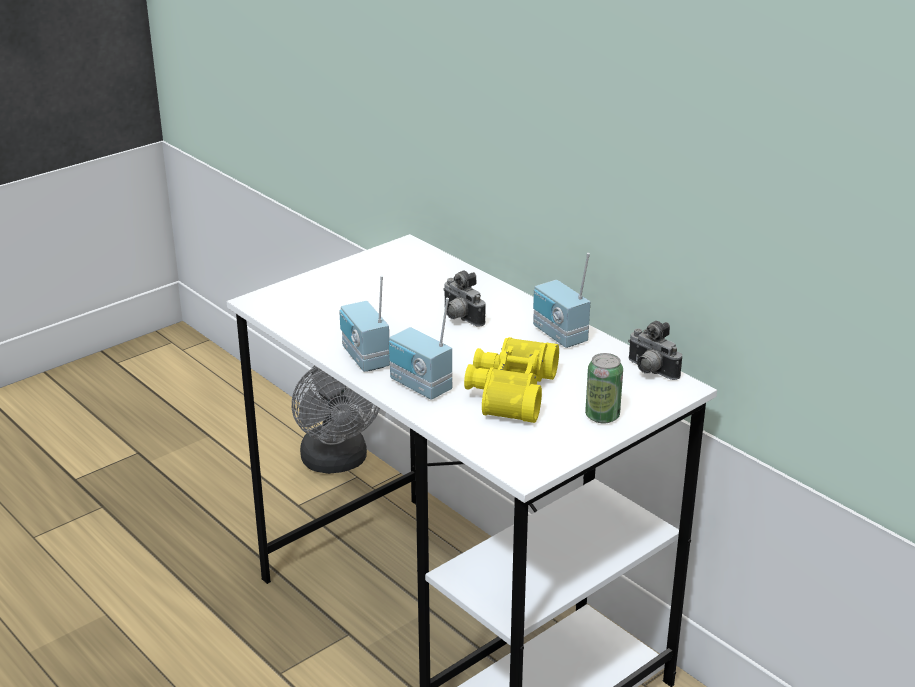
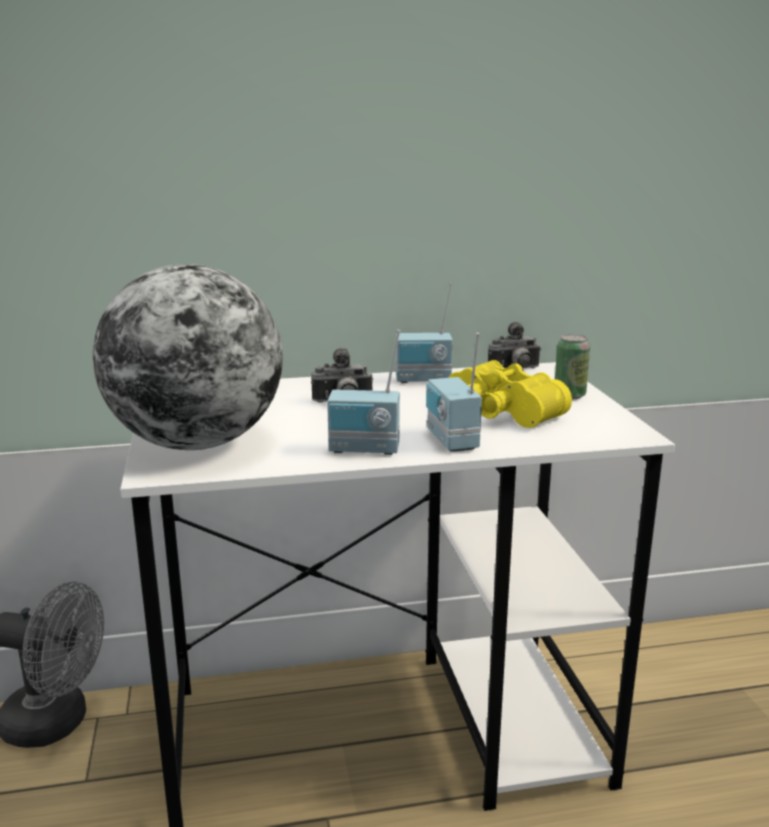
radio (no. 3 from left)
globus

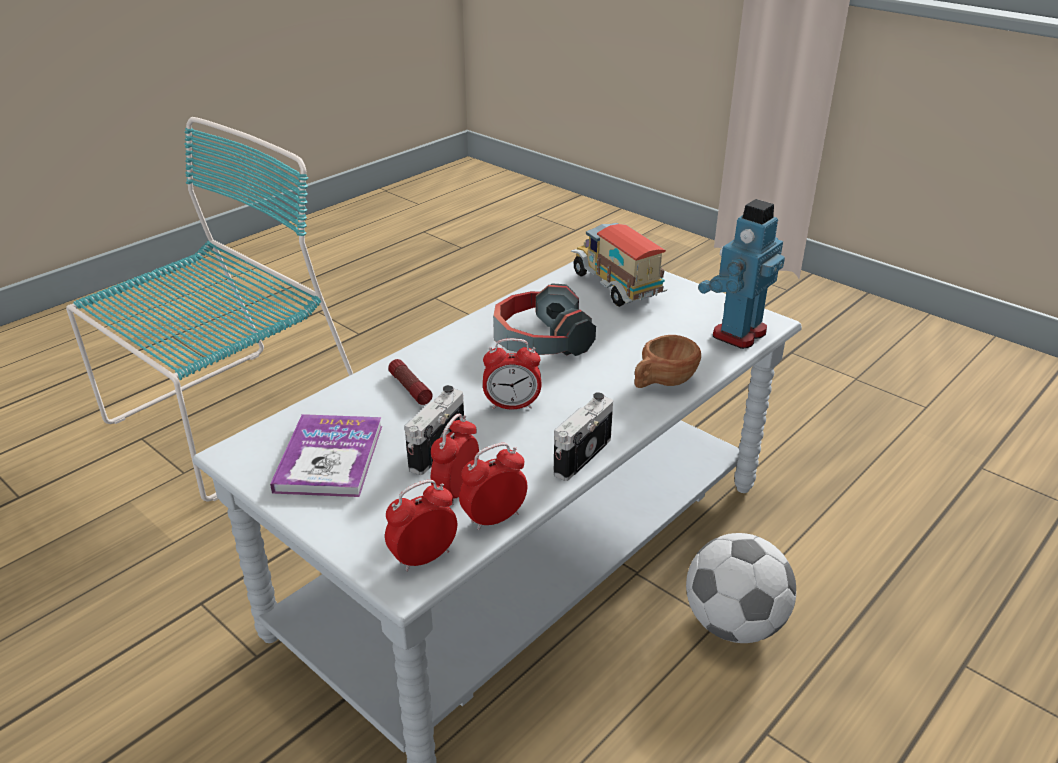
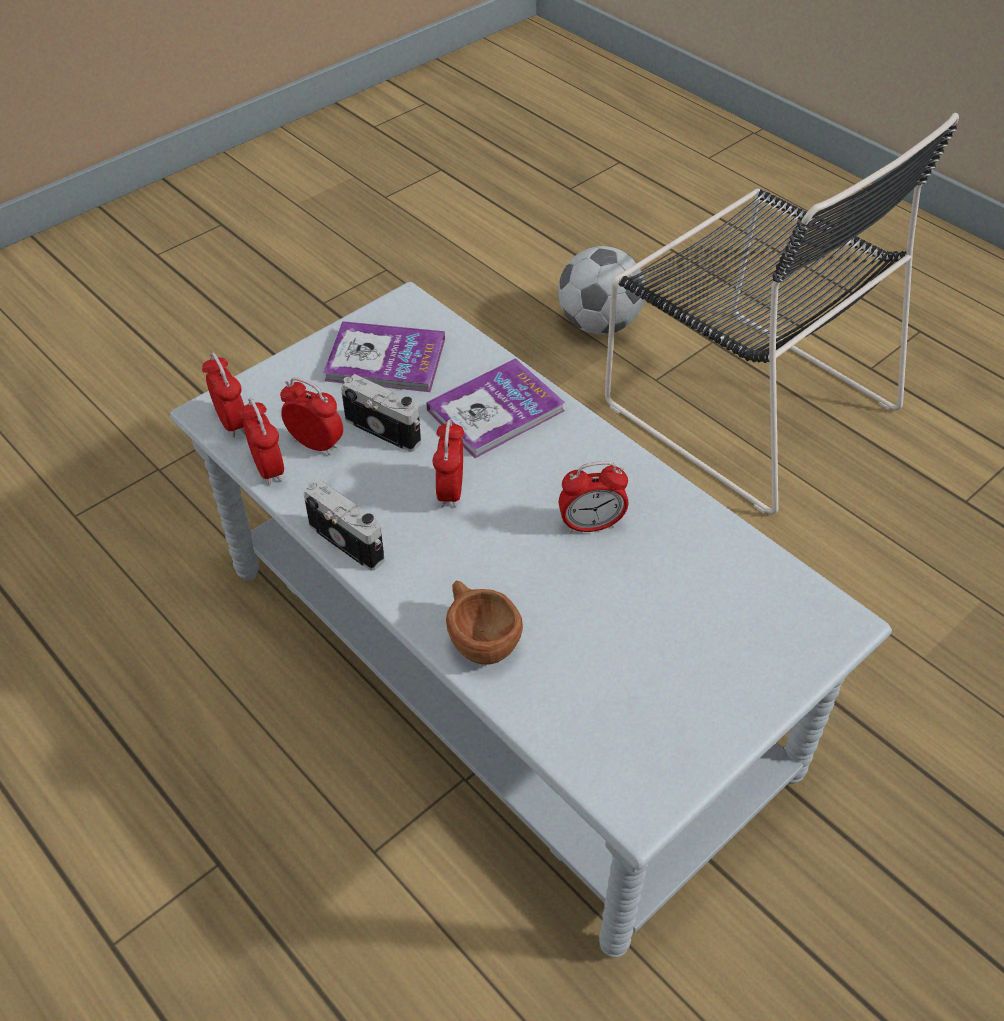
krzesło (czarny)
książka (no. 2 from left)
budzik (no. 5 from left)
ciężarówka zabawkowa
piłka futbolowa
robot zabawkowy

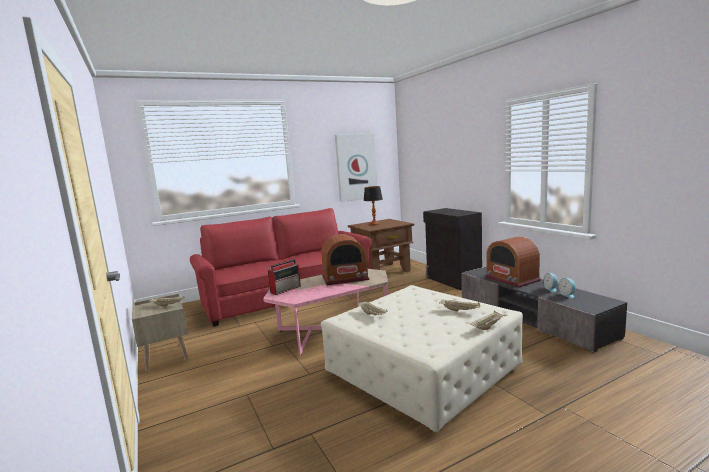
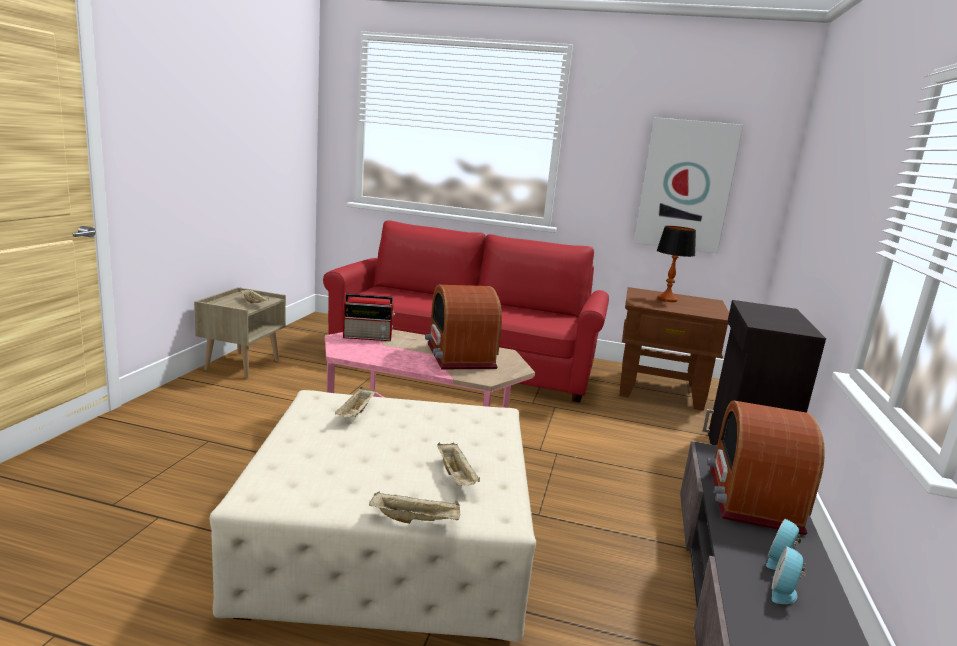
radio (no. 2 from left)

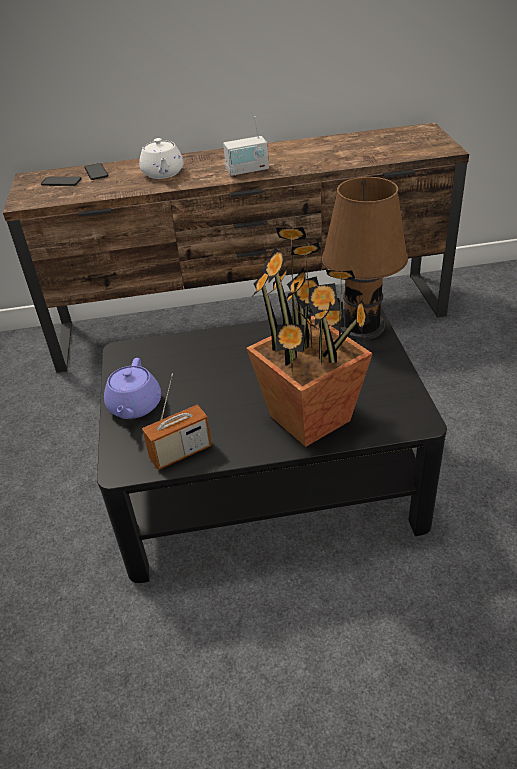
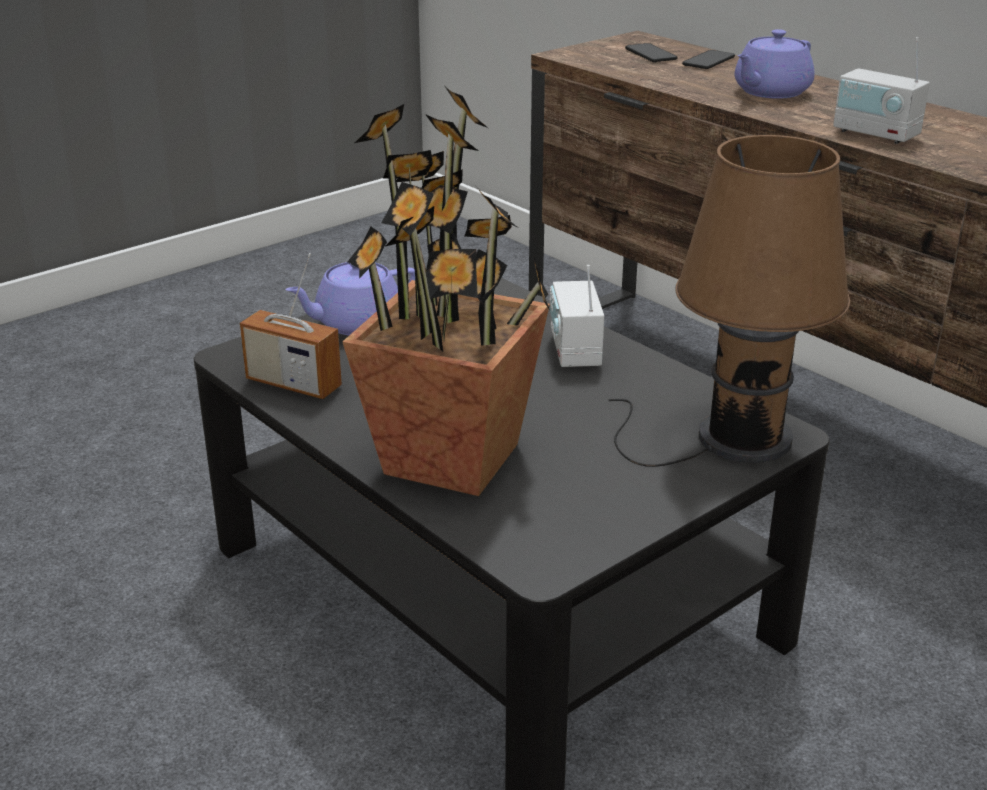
imbryk (fioletowy) (no. 2 from left)
radio (no. 2 from left)

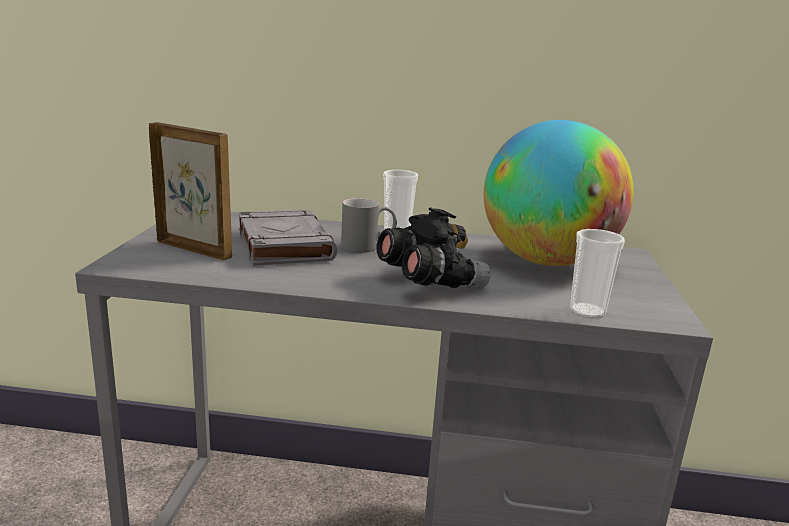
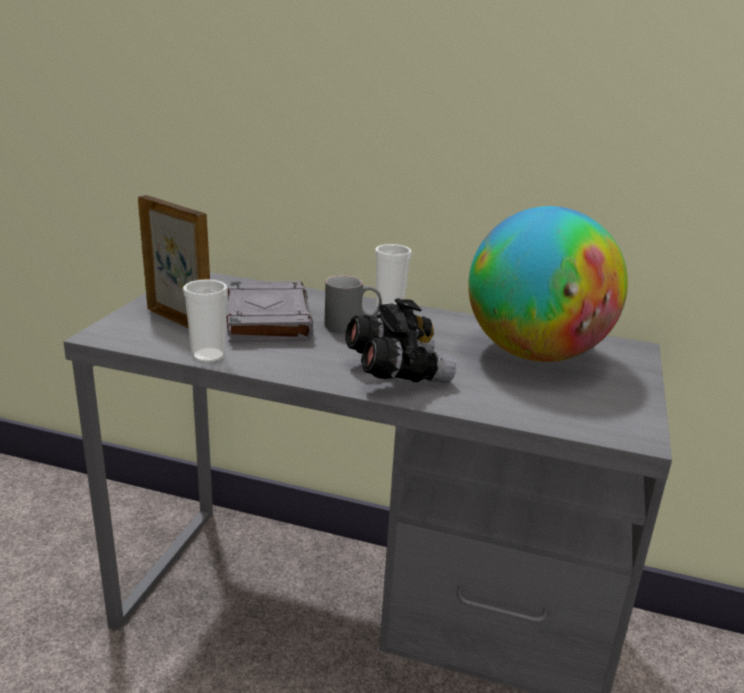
filiżanka (no. 1 from left)

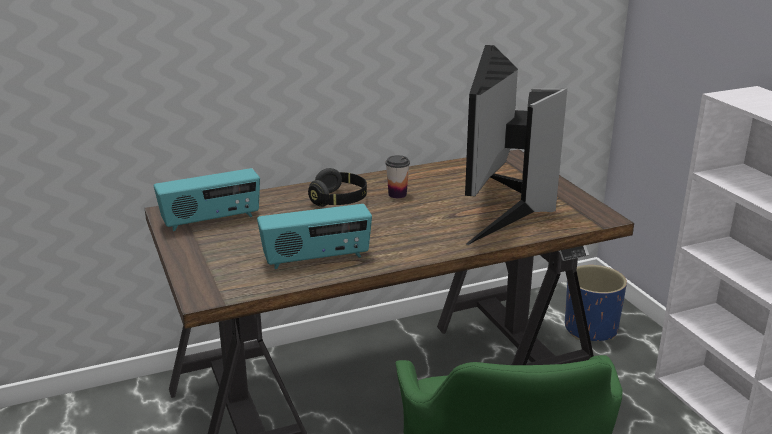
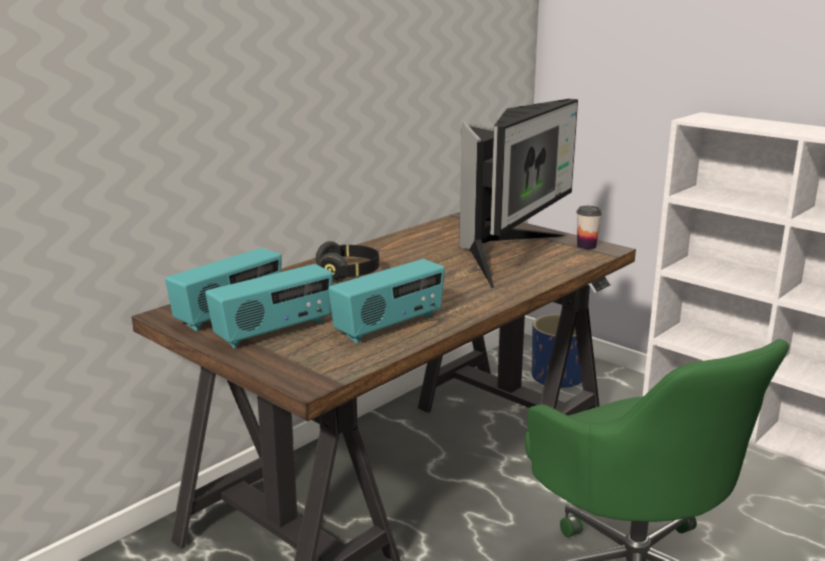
filiżanka
monitor
radio (no. 2 from left)

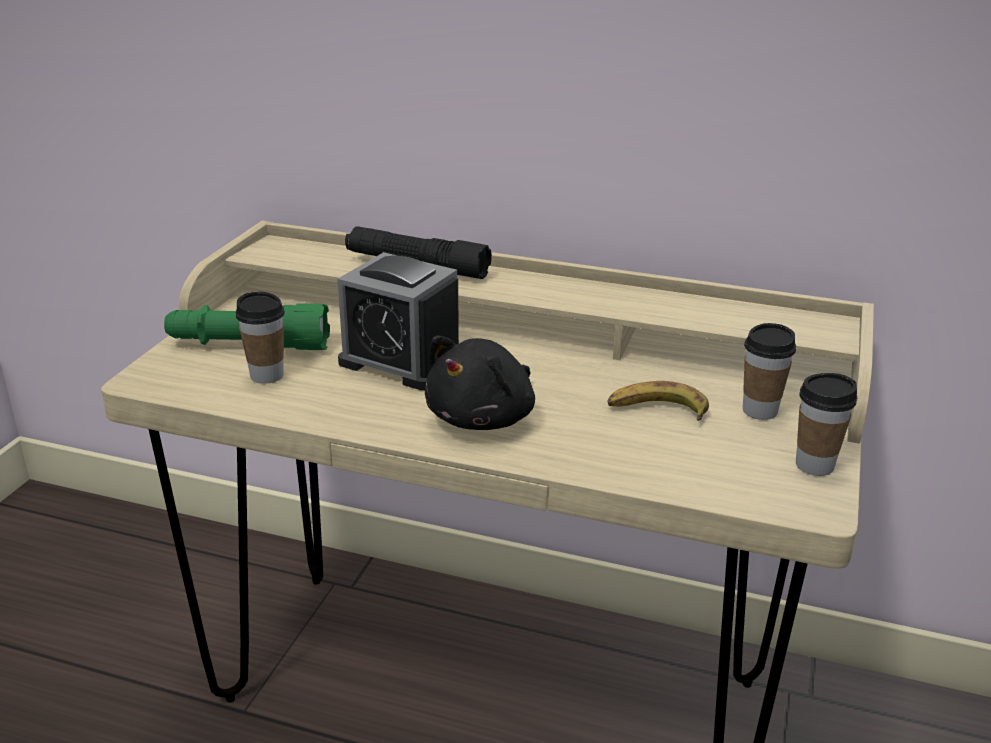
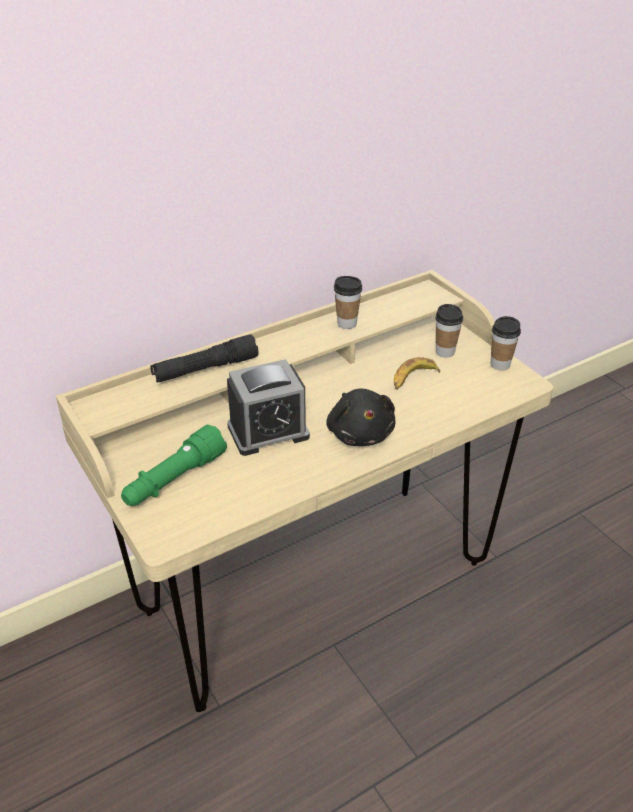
filiżanka (no. 1 from left)

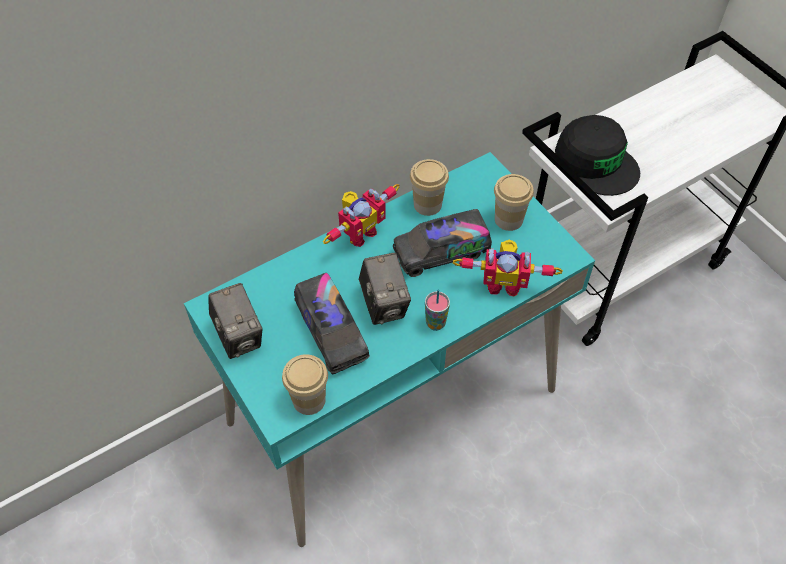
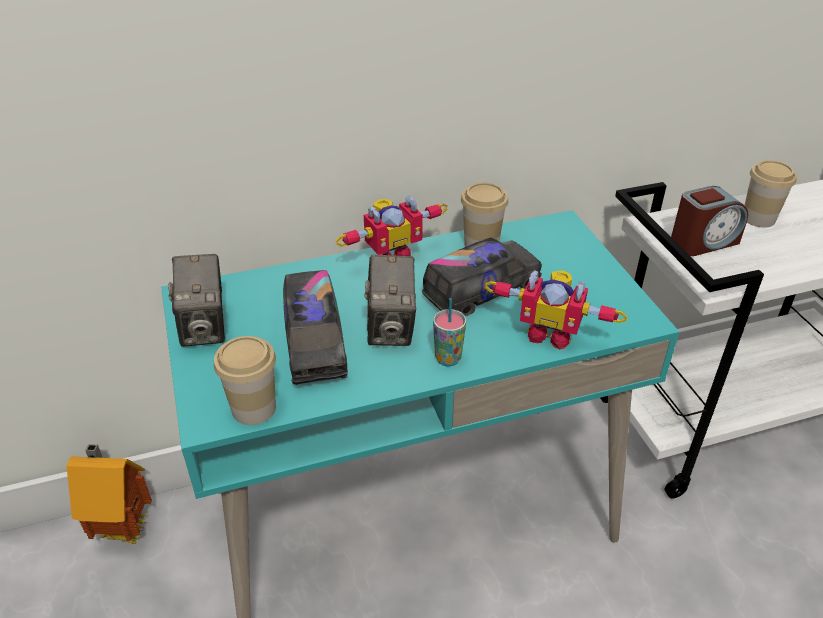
ciężarówka zabawkowa (no. 2 from left)
filiżanka (no. 4 from left)
budzik
domek

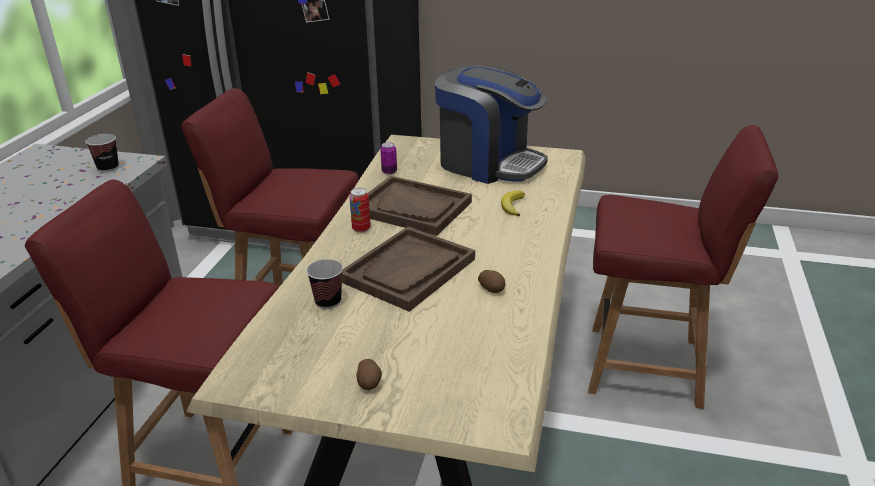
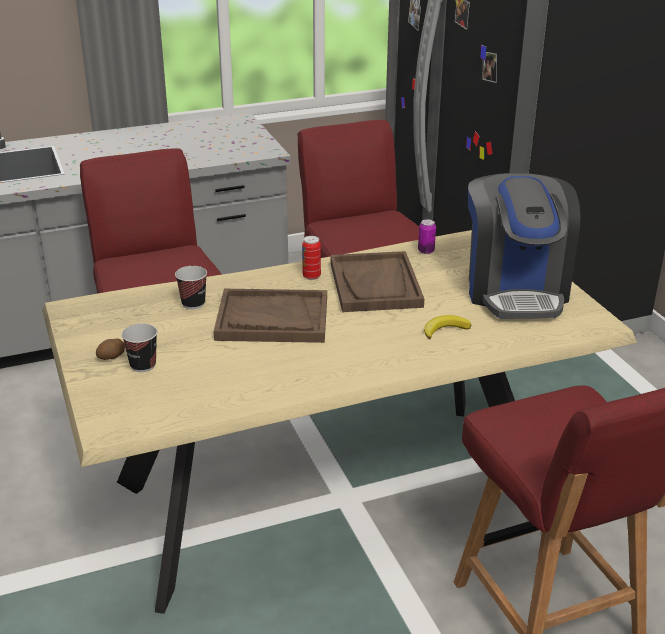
filiżanka (no. 1 from left)
ziemniak (no. 2 from left in the first image)

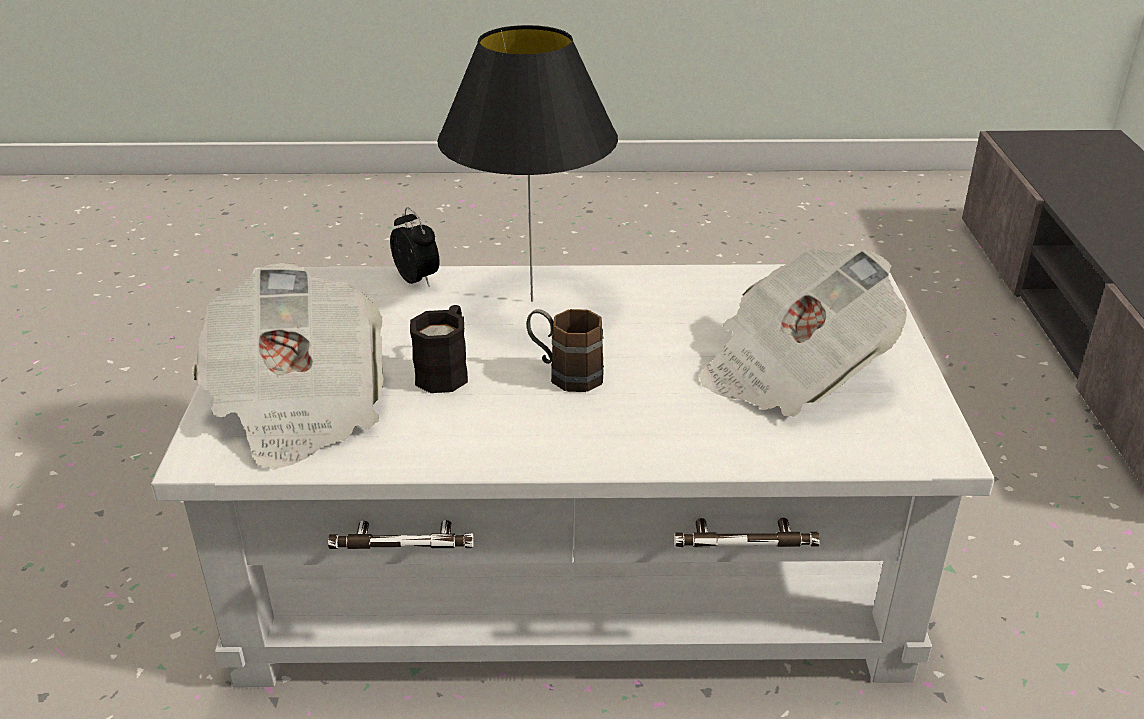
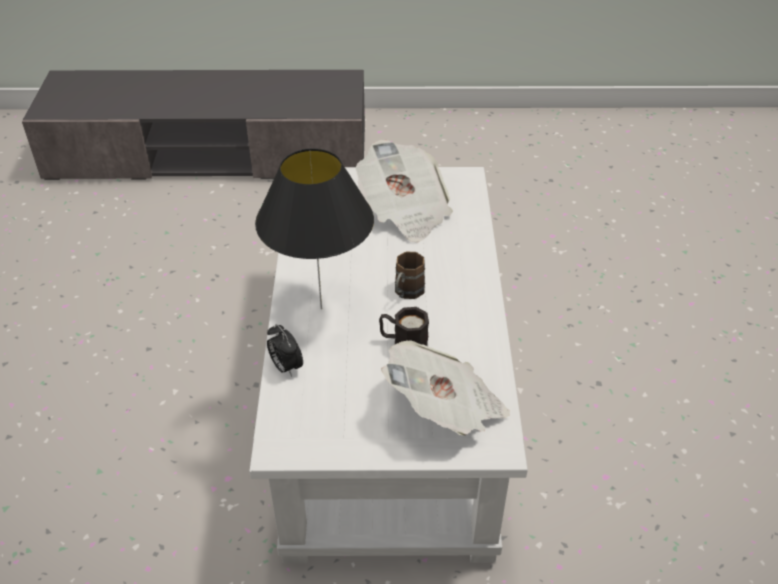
budzik

